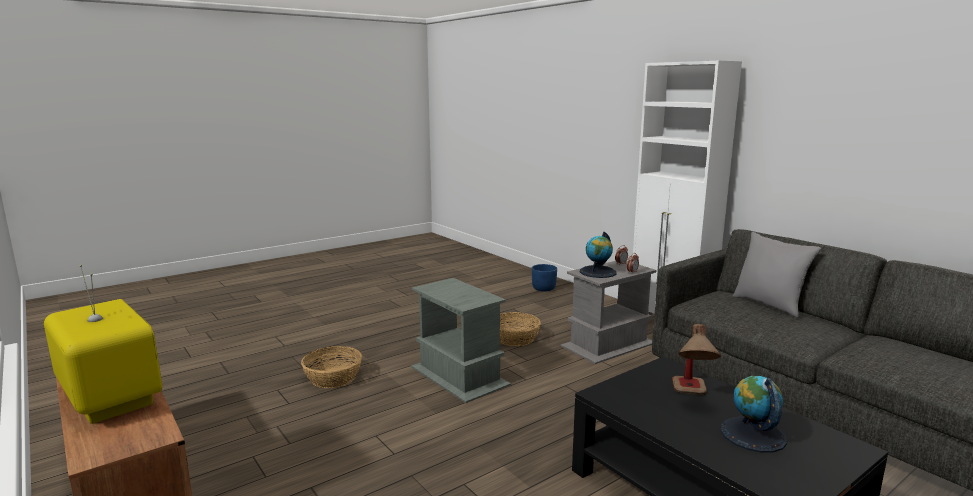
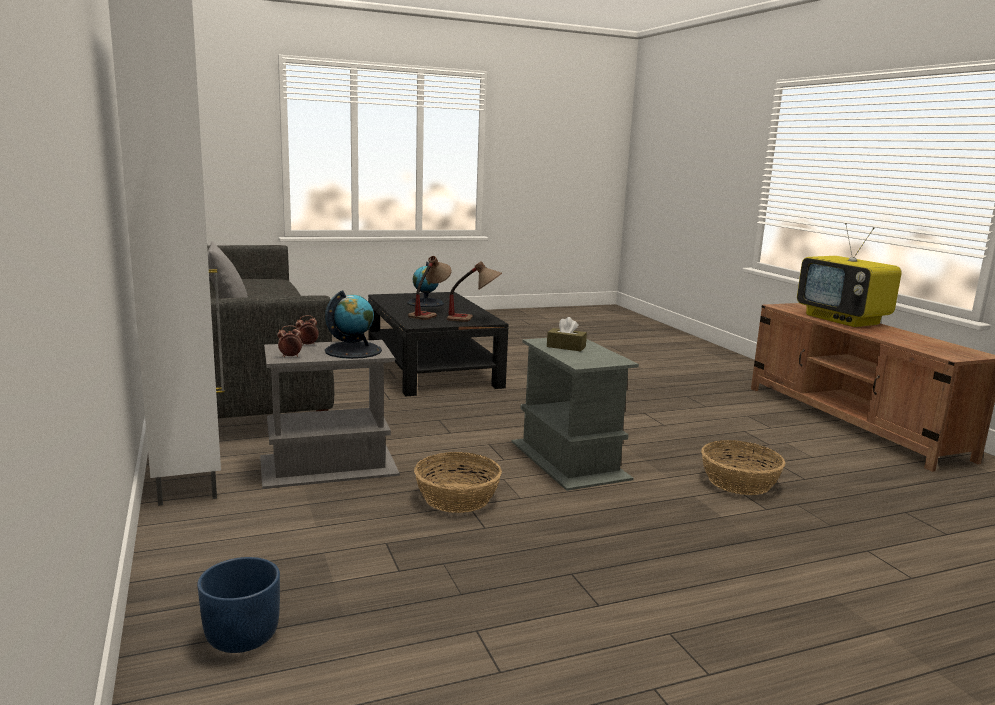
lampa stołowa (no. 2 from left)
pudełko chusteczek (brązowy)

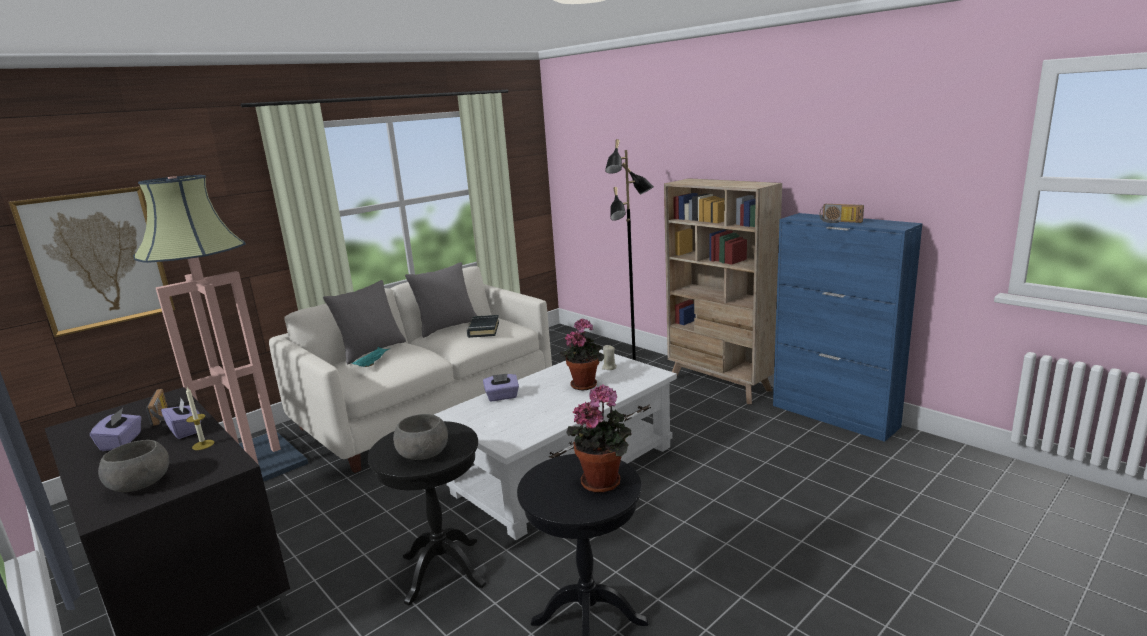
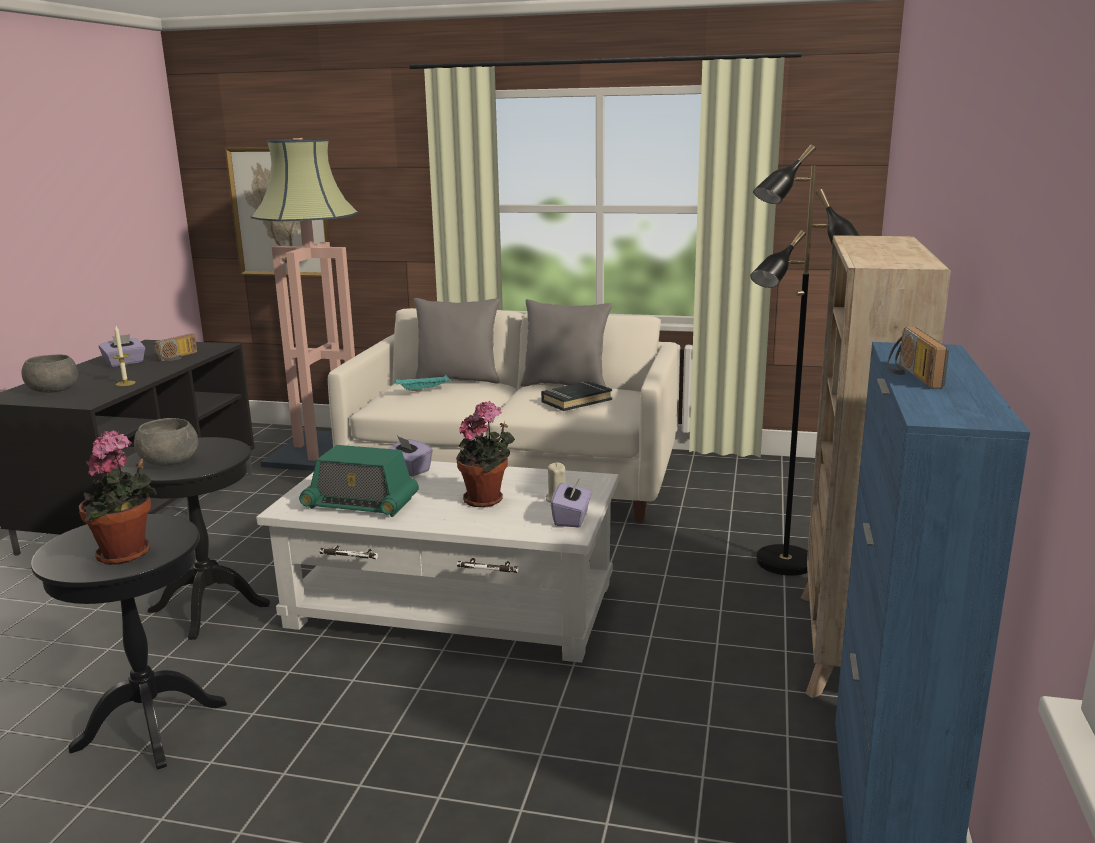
pudełko chusteczek (fioletowy) (no. 3 from left)
radio (no. 2 from left)

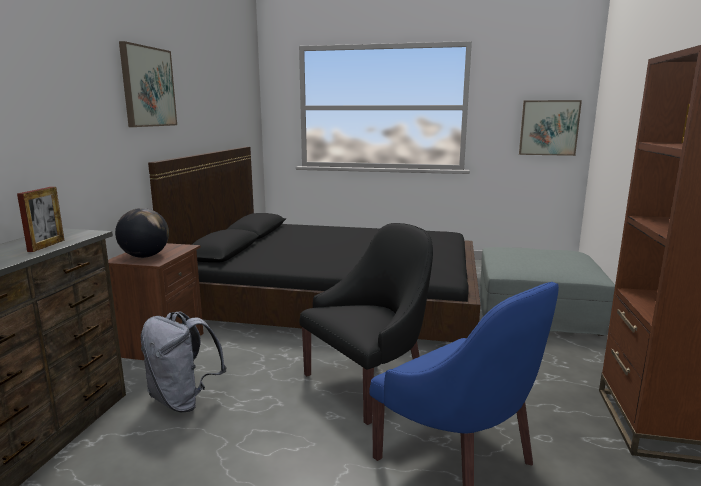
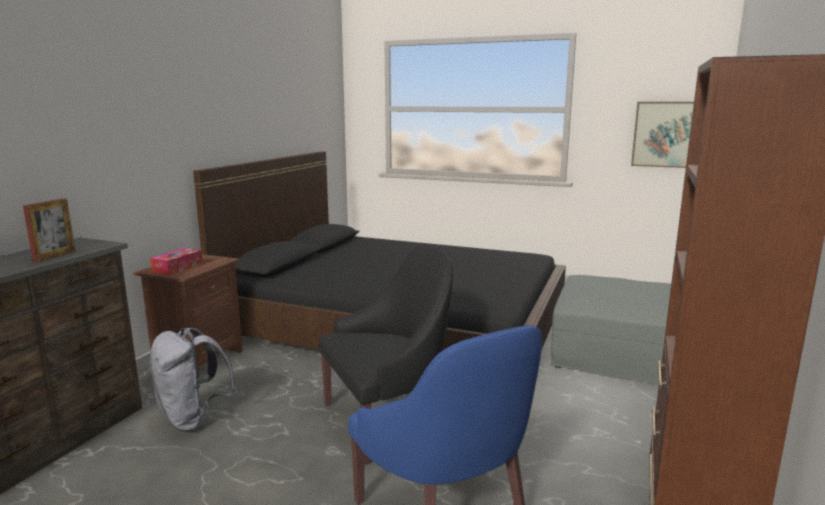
pudełko chusteczek
obraz (no. 1 from left in the first image)

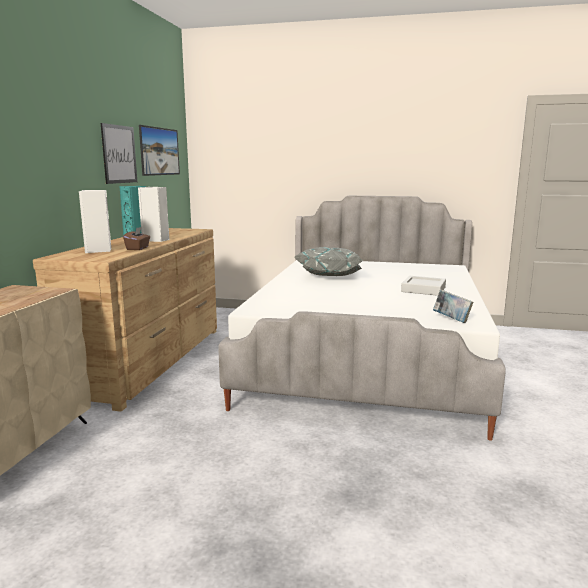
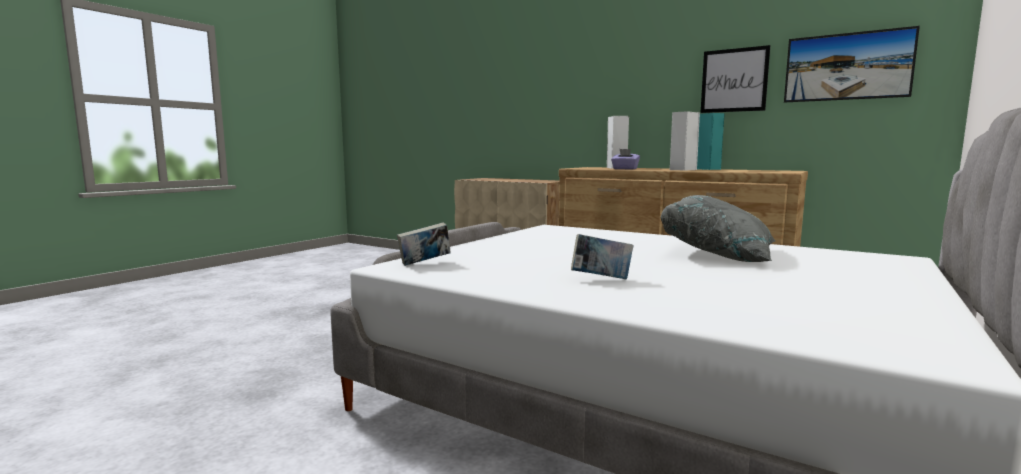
pudełko chusteczek (fioletowy)
książka (no. 2 from left)

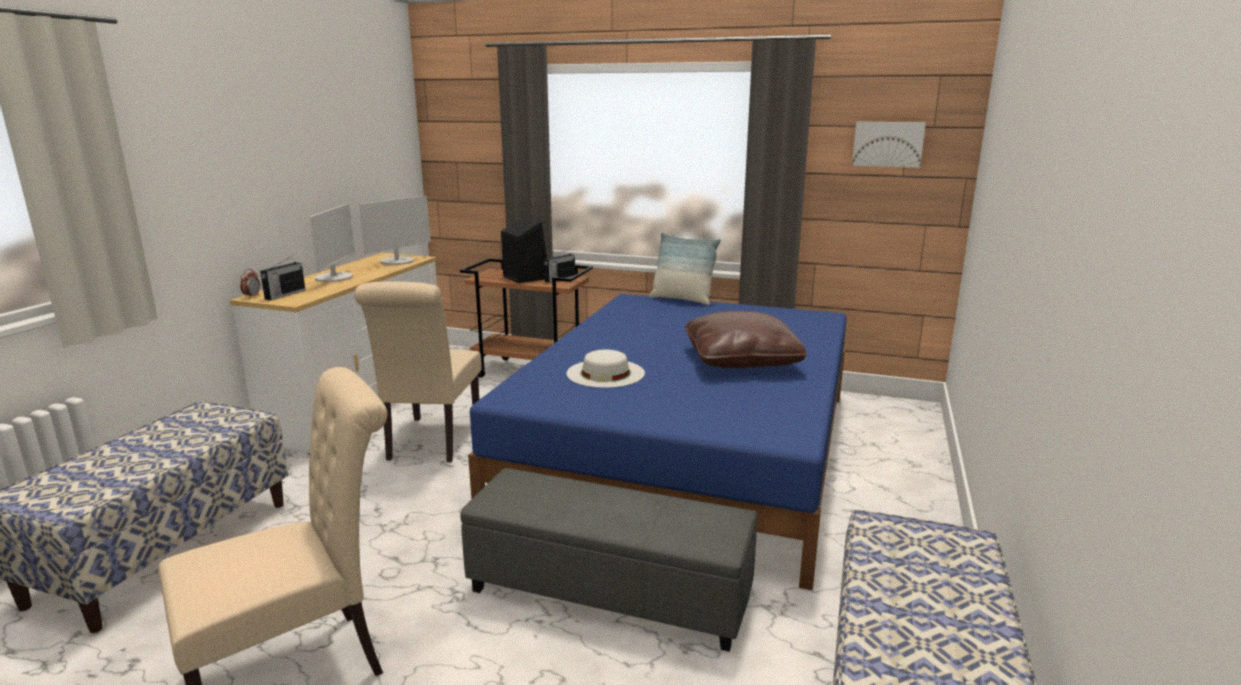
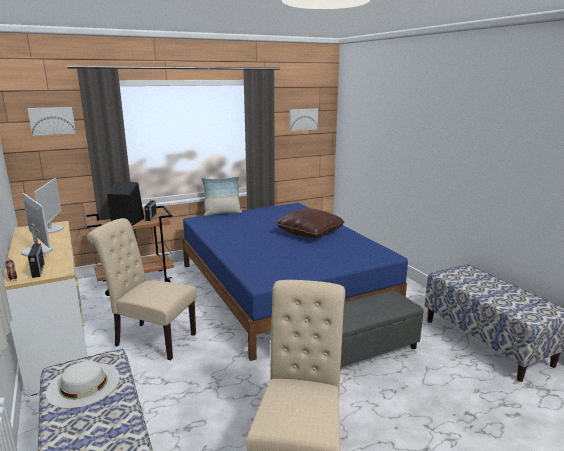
krzesło (beżowy) (no. 1 from left)
kapelusz (biały)
obraz (no. 1 from left)

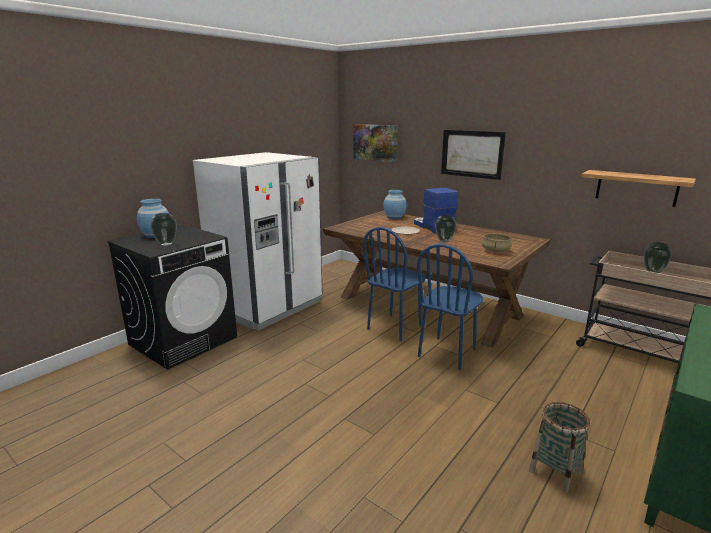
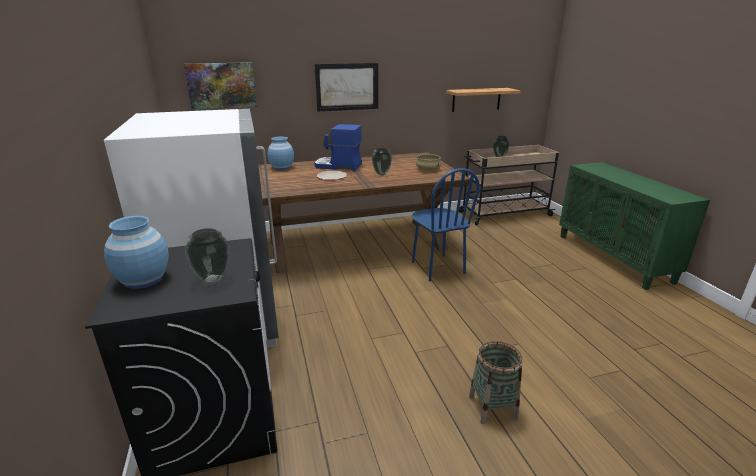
krzesło (niebieski) (no. 1 from left in the first image)
koszyk

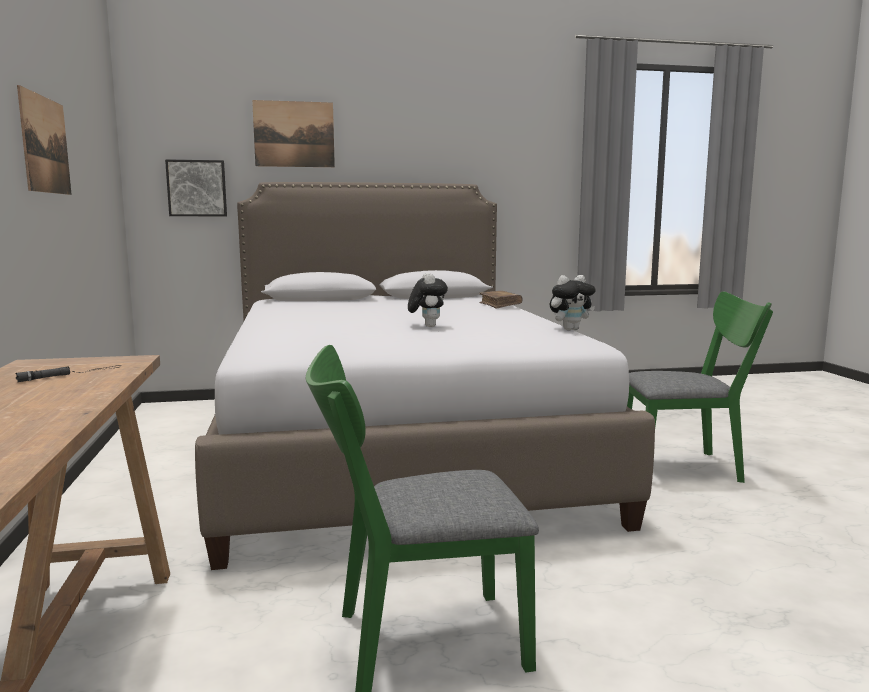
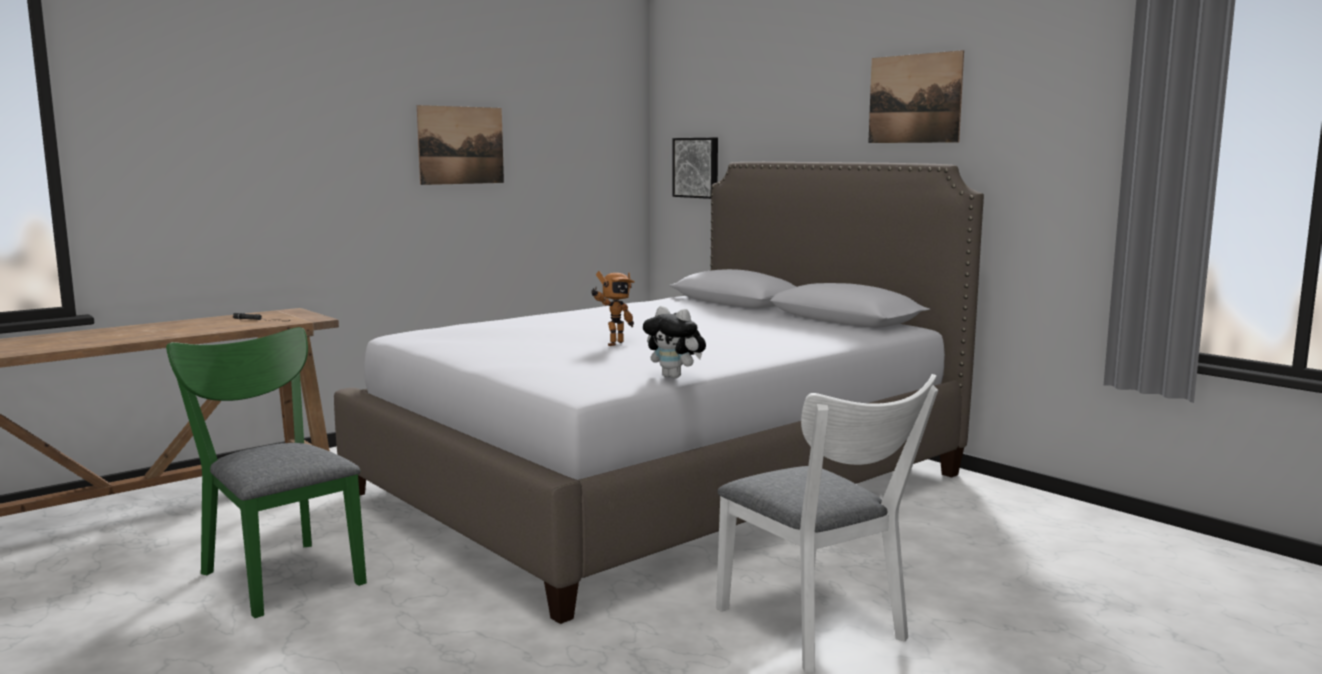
obraz (no. 3 from left)
robot zabawkowy
książka (brązowy)
krzesło (biały)

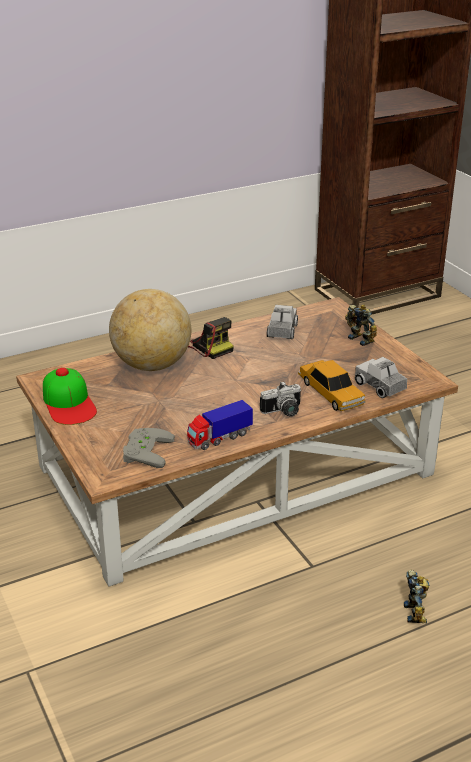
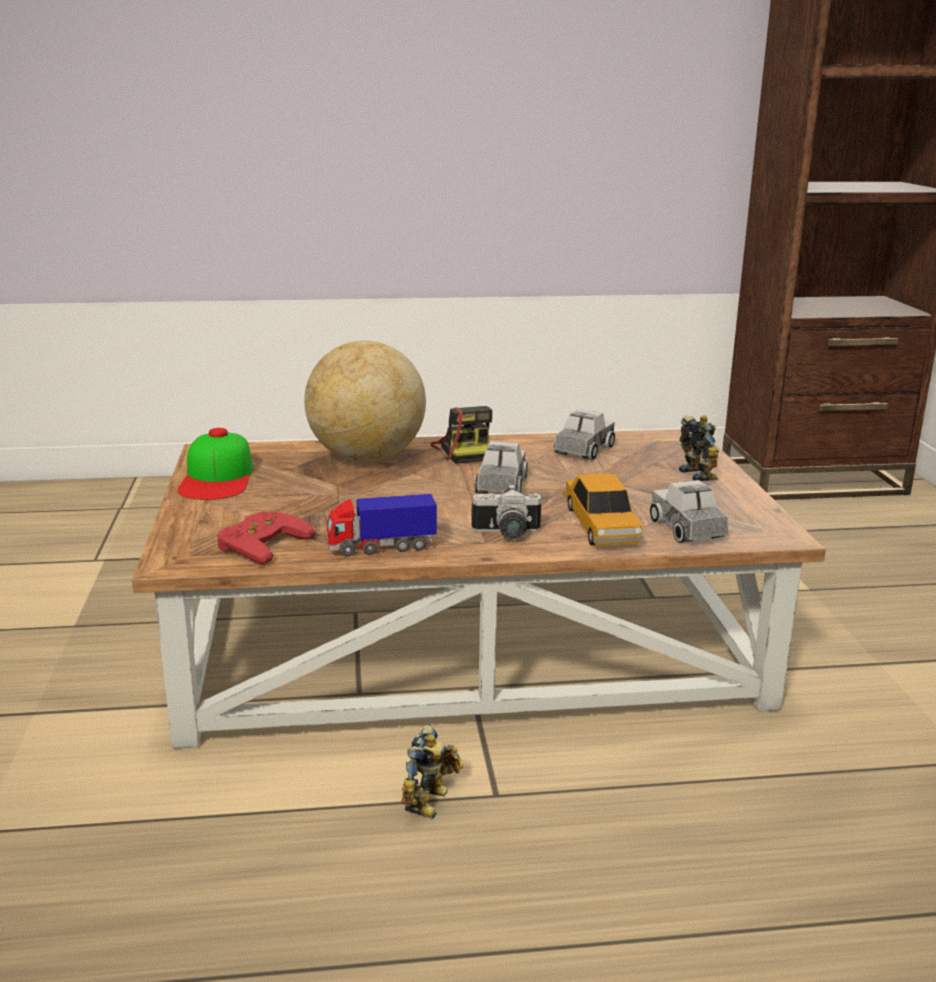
pad do gier (czerwony)
robot zabawkowy (no. 1 from left)
ciężarówka zabawkowa (no. 2 from left)

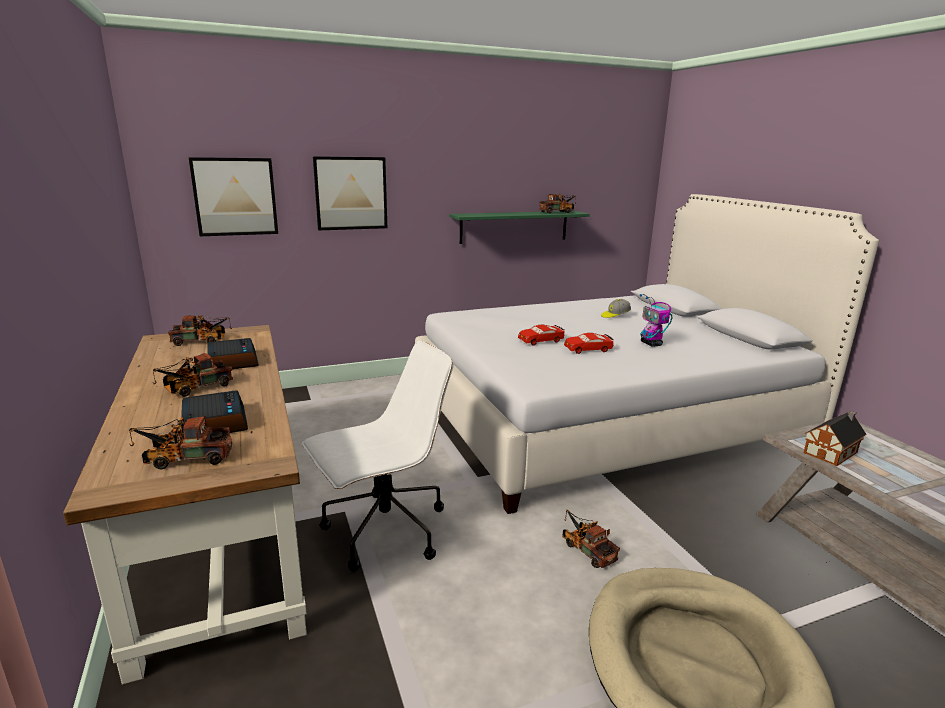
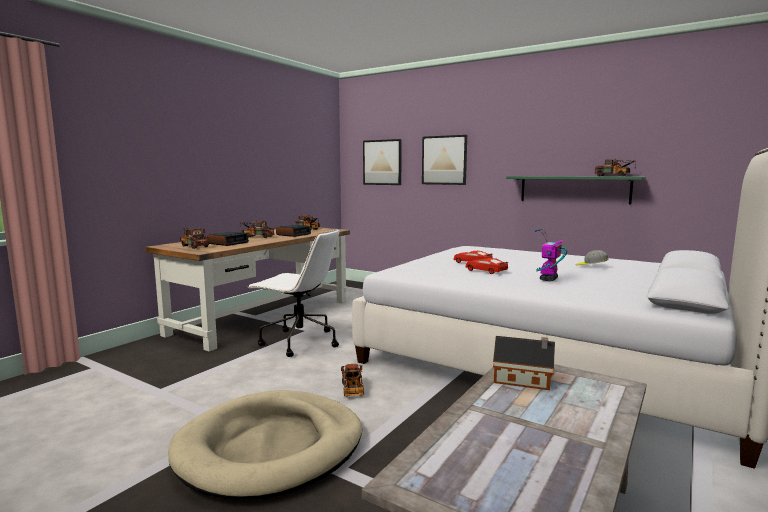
ciężarówka zabawkowa (no. 4 from left)

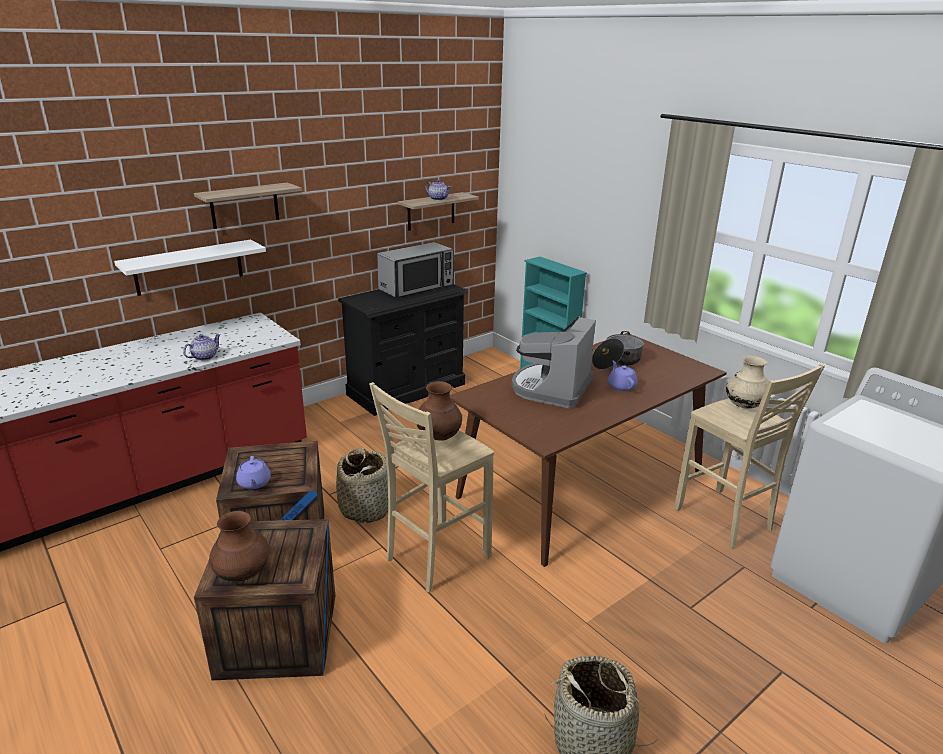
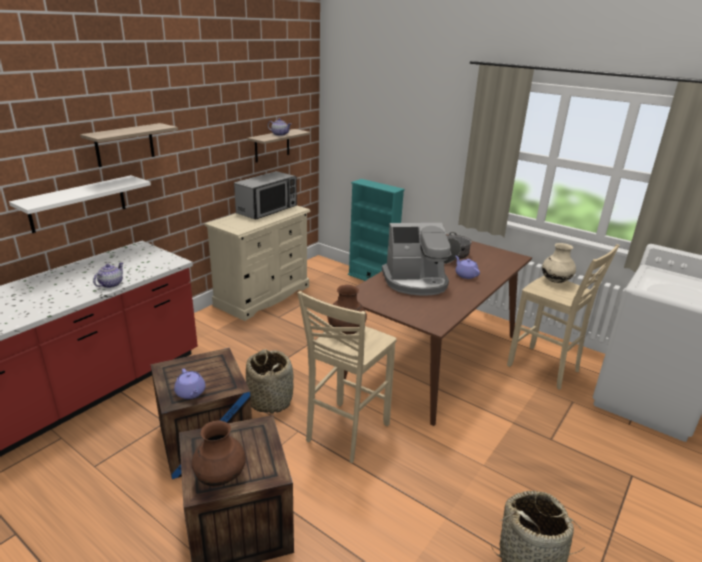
komoda (beżowy)
ekspres do kawy

